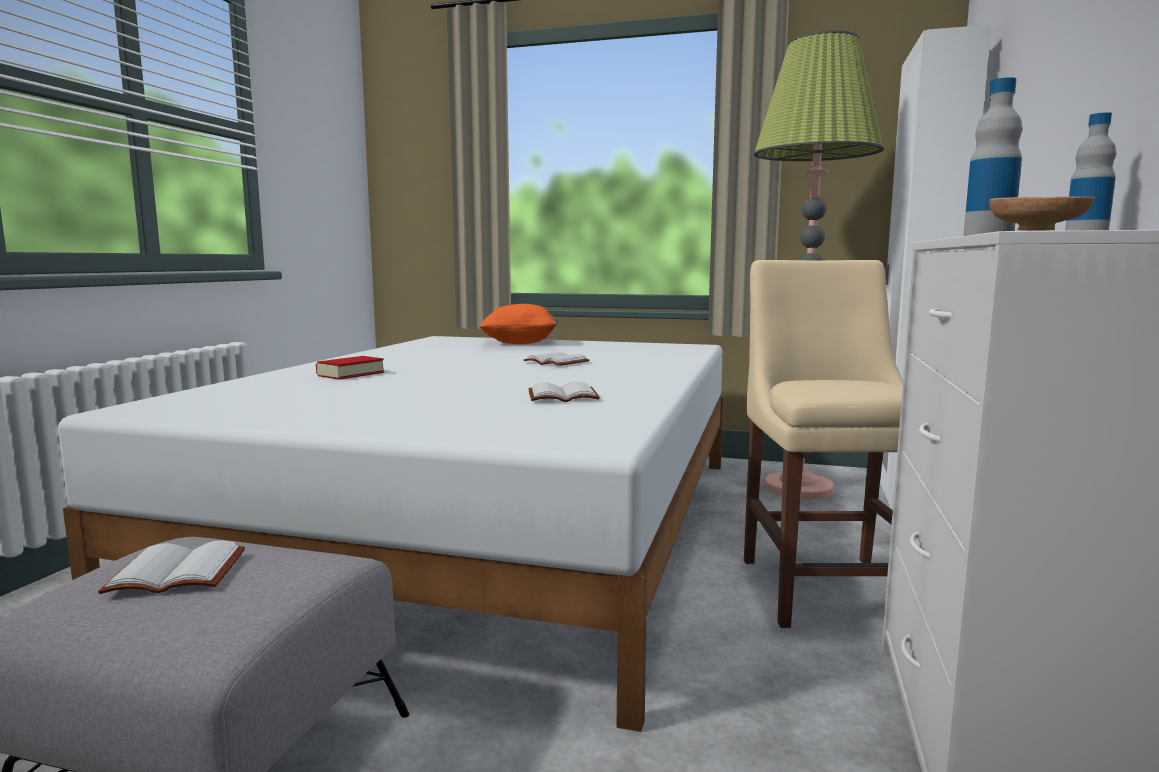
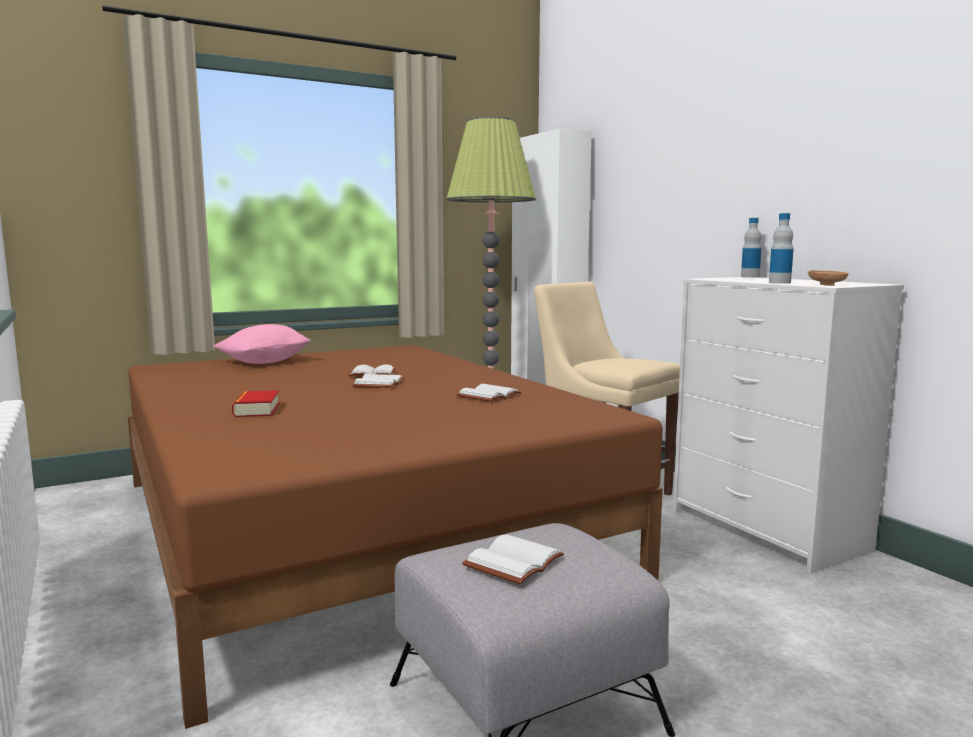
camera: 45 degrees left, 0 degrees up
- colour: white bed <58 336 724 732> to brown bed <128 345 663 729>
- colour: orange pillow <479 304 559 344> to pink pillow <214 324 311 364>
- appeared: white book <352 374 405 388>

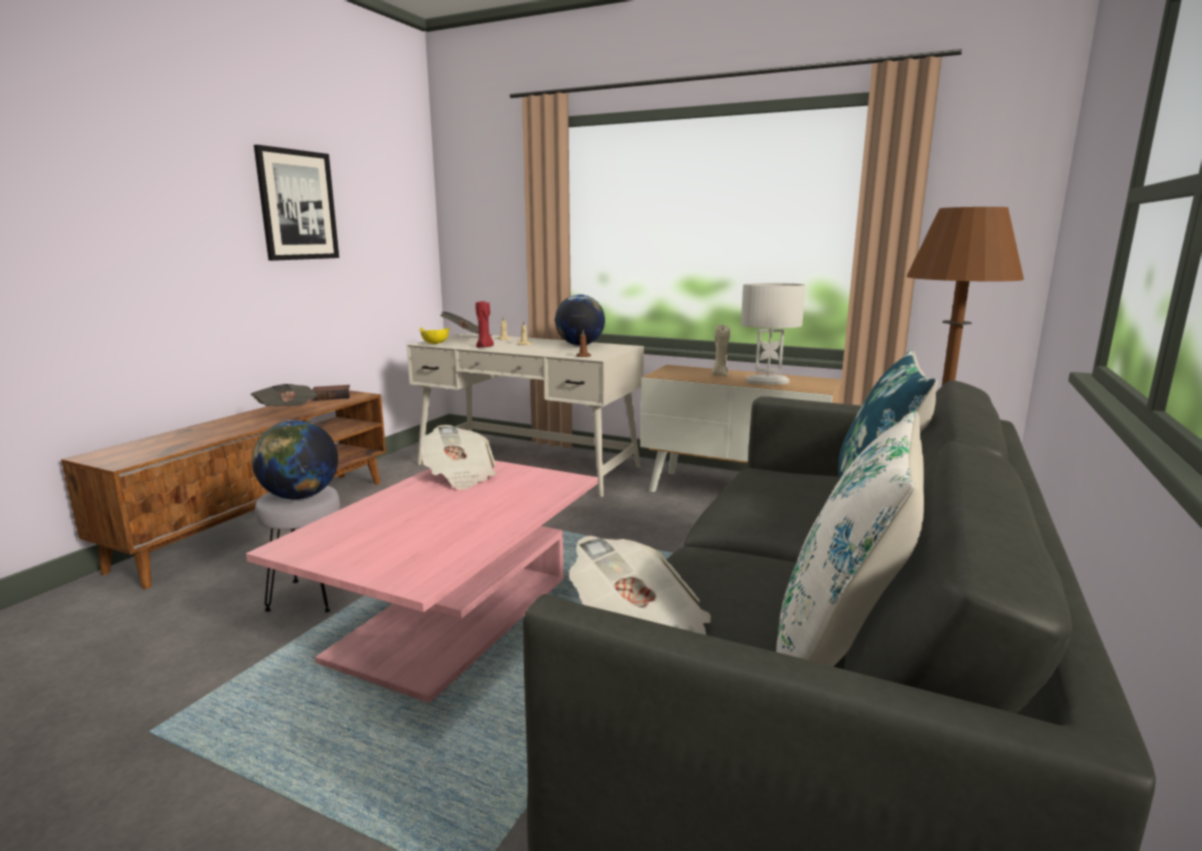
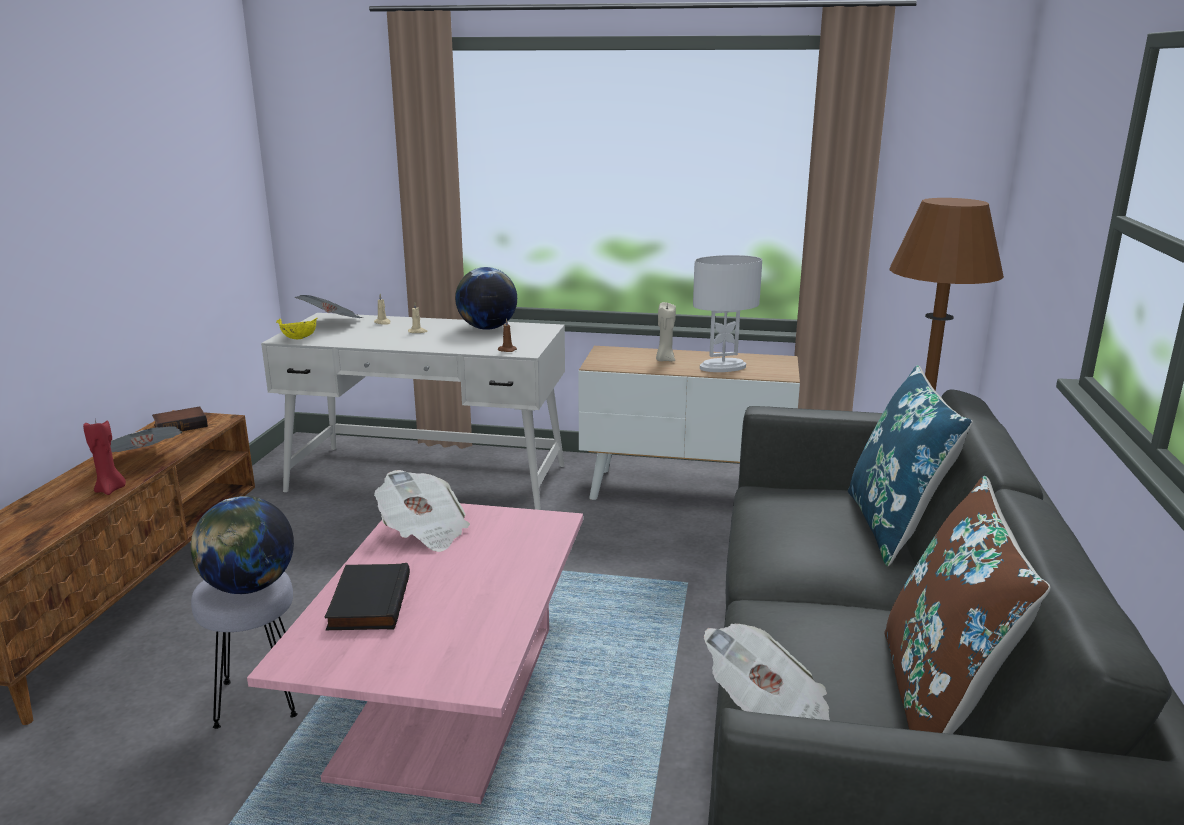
camera: 15 degrees left, 5 degrees up
- missing: picture <254 145 339 261>
- relocated: red candle <475 300 494 348> to <83 420 126 495>
- colour: white pillow <776 411 924 666> to brown pillow <885 476 1051 734>
- appeared: black book <325 563 410 630>

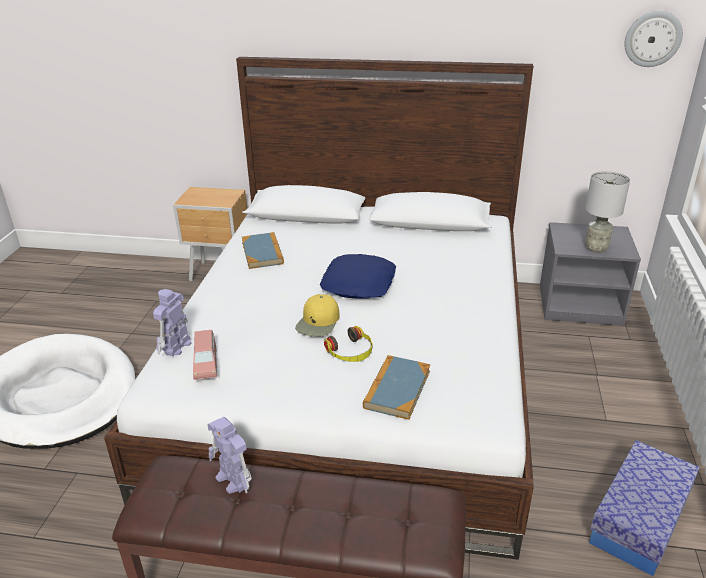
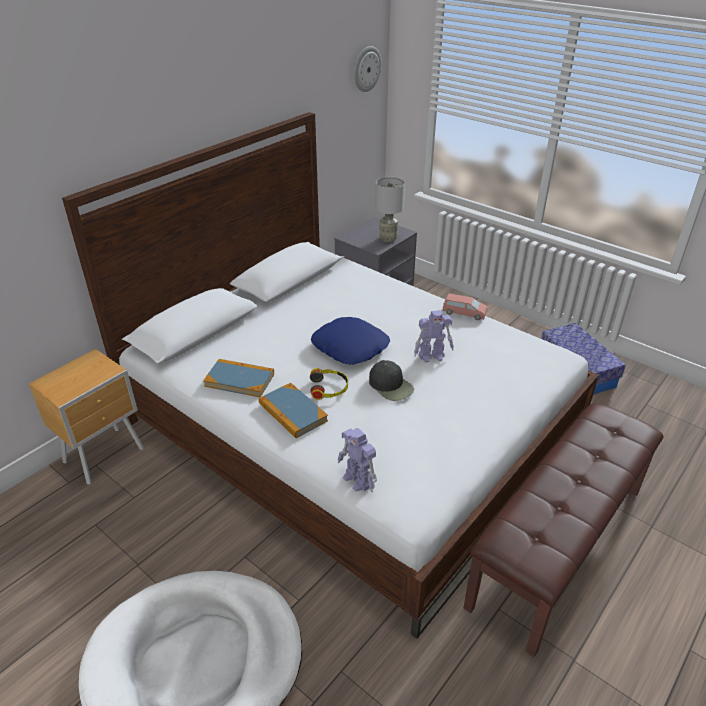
camera: 60 degrees left, 5 degrees up
- relocated: pink toy car <193 330 217 380> to <443 293 488 320>
- relocated: toy robot <207 417 252 494> to <414 310 454 362>
- colour: yellow cap <295 294 340 337> to black cap <369 360 414 401>
- relocated: headphones <324 326 373 362> to <310 368 348 400>
- relocated: book <363 355 430 420> to <259 383 328 438>

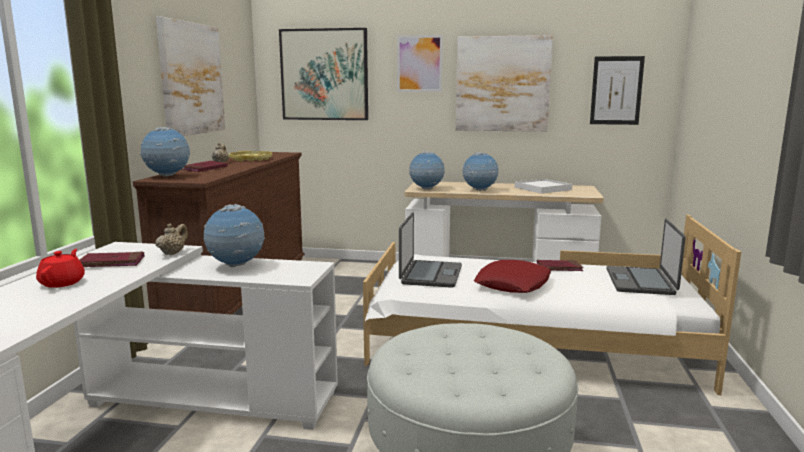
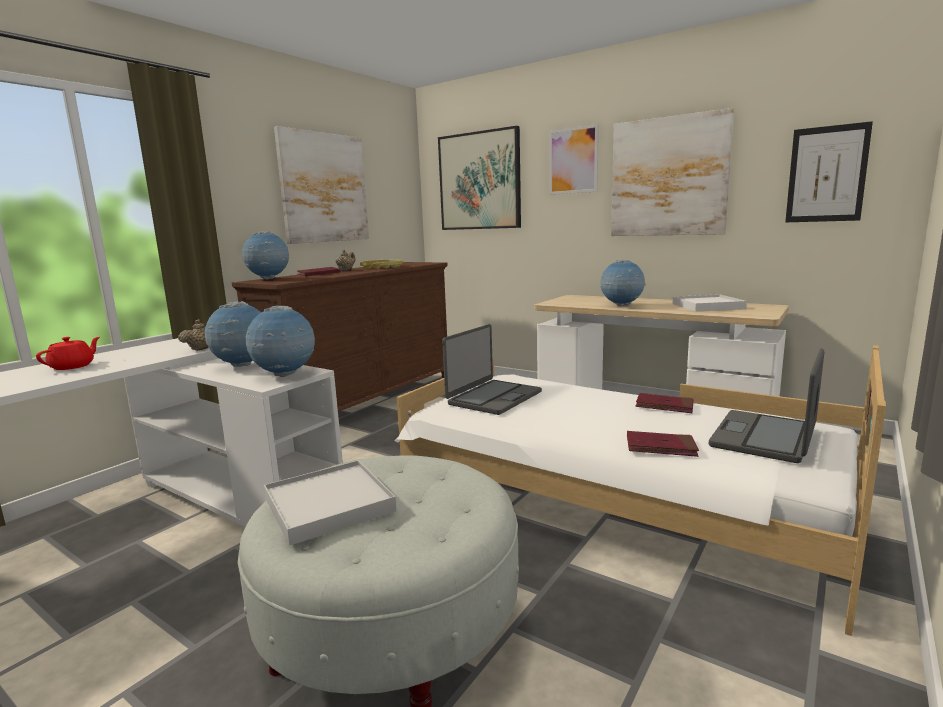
camera: 25 degrees right, 0 degrees up
- relocated: red book <80 251 144 267> to <627 431 699 457>
- relocated: globe <409 151 445 190> to <245 306 315 377>
- missing: red pillow <474 260 551 293>
- appeared: white tray <264 460 397 545>

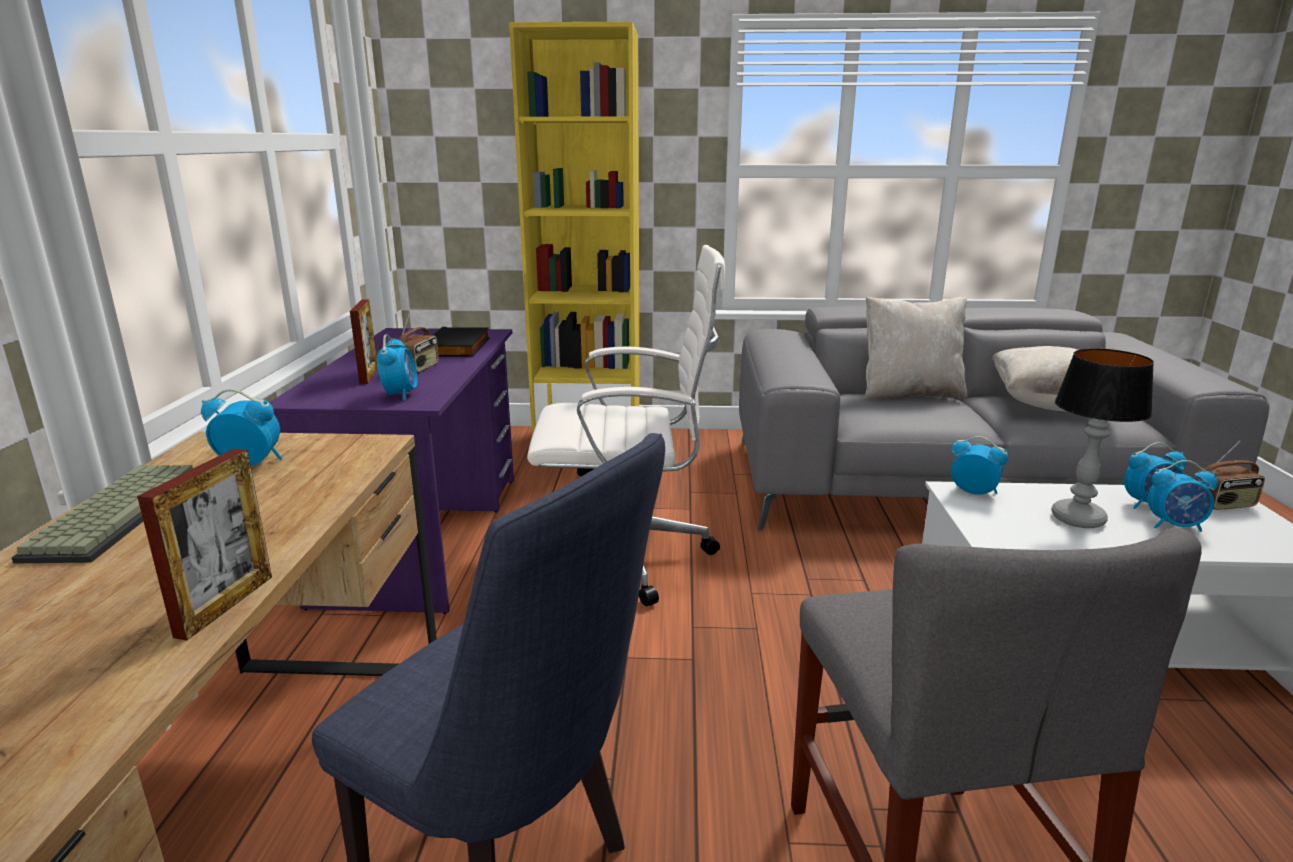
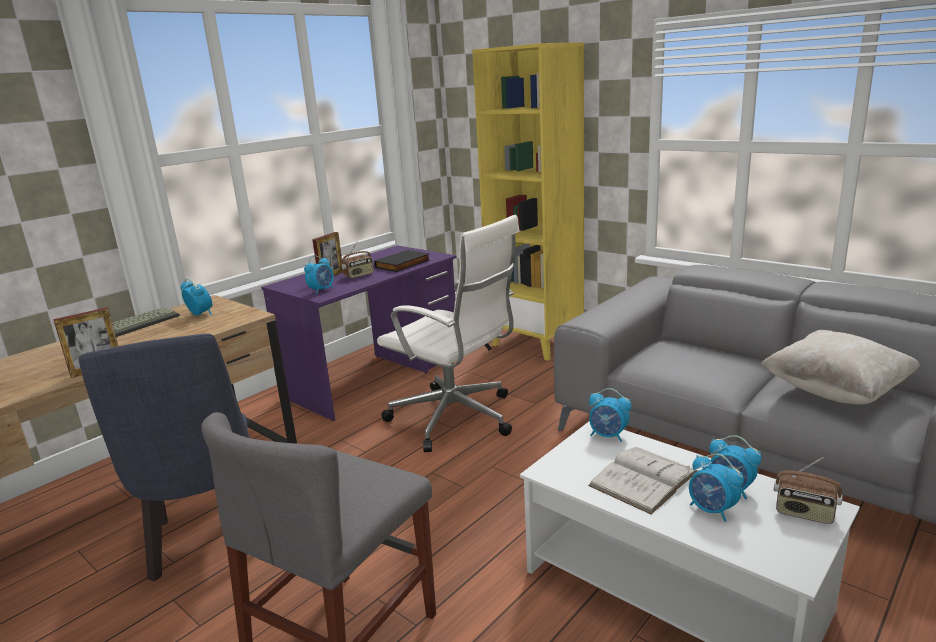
camera: 40 degrees right, 0 degrees up
- missing: beige pillow <863 297 968 400>
- spun: alarm clock <951 436 1008 495> = <589 388 631 442> 135 degrees clockwise
- exchanged: table lamp <1051 348 1154 528> to white book <588 447 698 515>

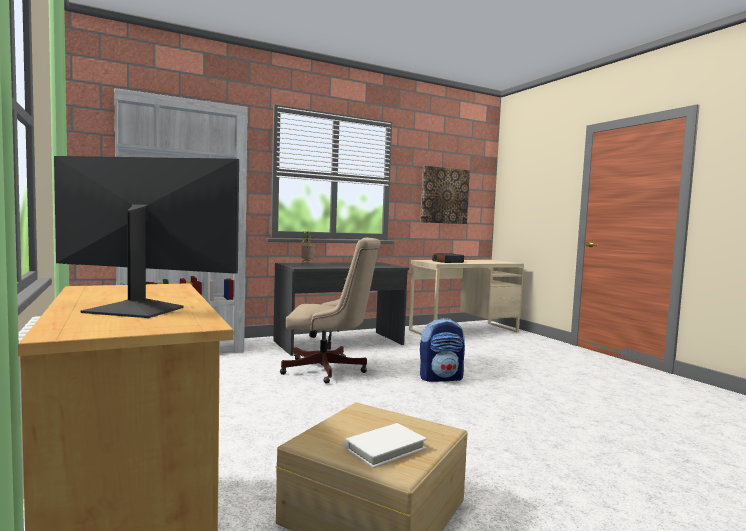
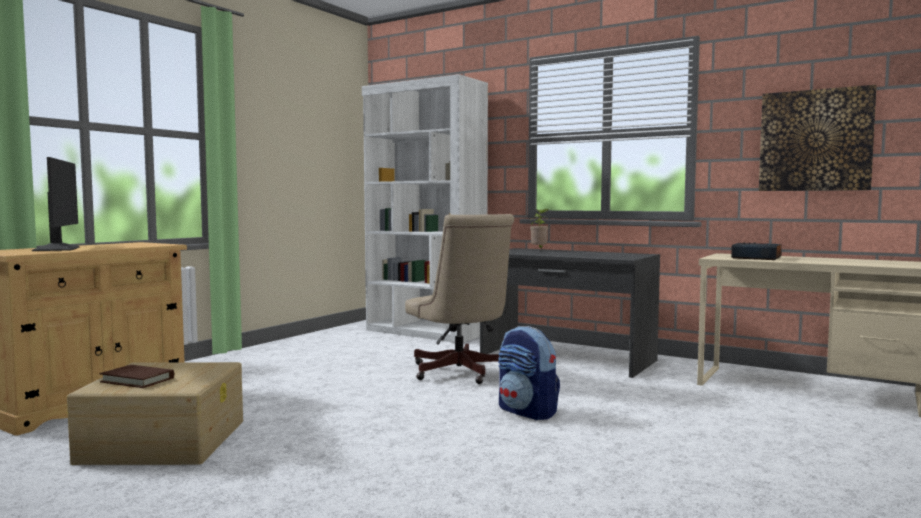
camera: 60 degrees right, 0 degrees up
- colour: white book <344 423 427 468> to brown book <100 365 174 388>

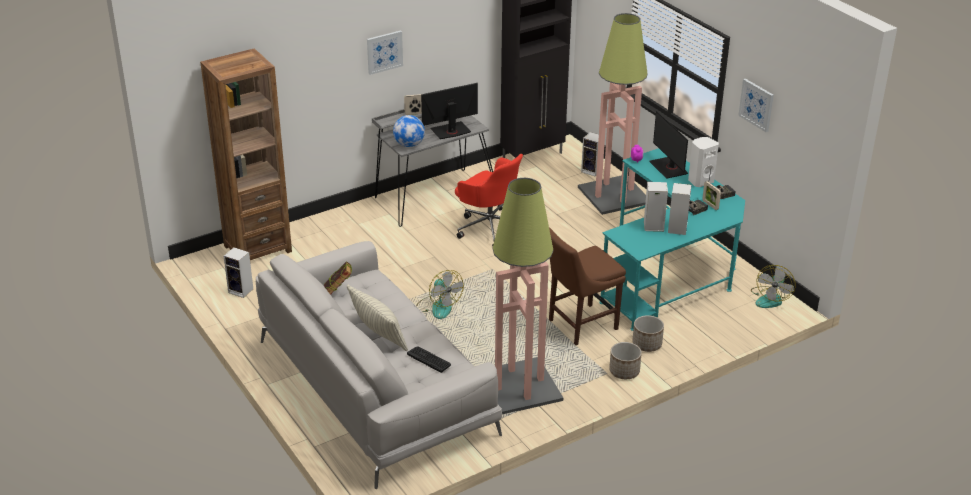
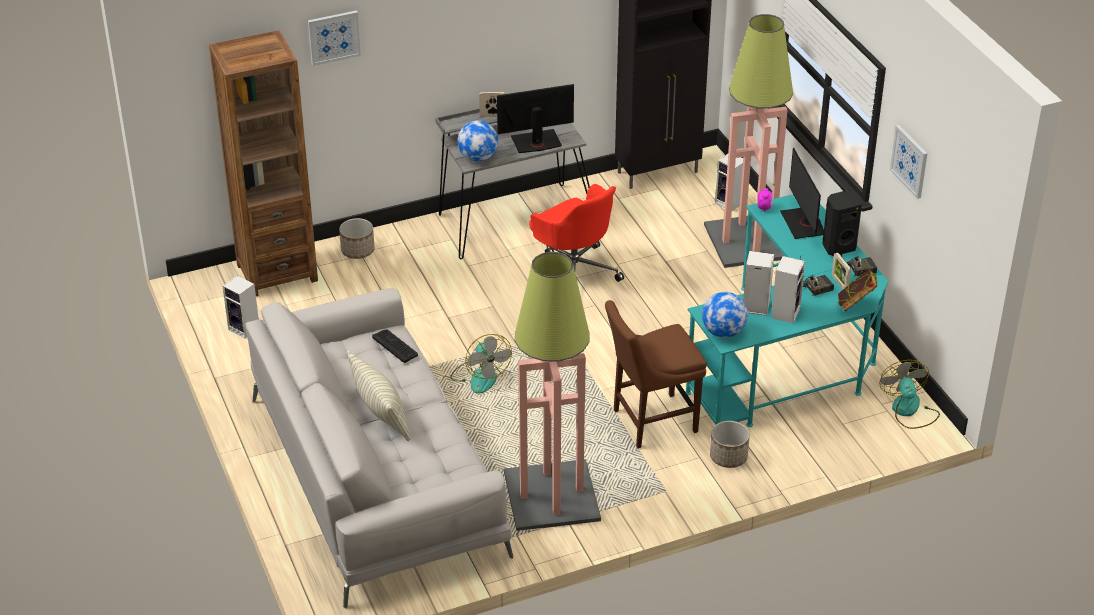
camera: 10 degrees right, 5 degrees up
- relocated: book <324 261 352 295> to <838 269 877 311>
- relocated: picture <367 30 403 75> to <308 10 361 66>
- relocated: keyboard <407 346 451 373> to <372 330 418 363>
- relocated: planter <609 342 642 379> to <339 218 375 259>
- colour: white speaker <688 137 719 187> to black speaker <822 191 862 256>
- spun: fan <751 265 796 308> = <879 360 940 429> 135 degrees clockwise
- appeared: globe <702 292 748 338>

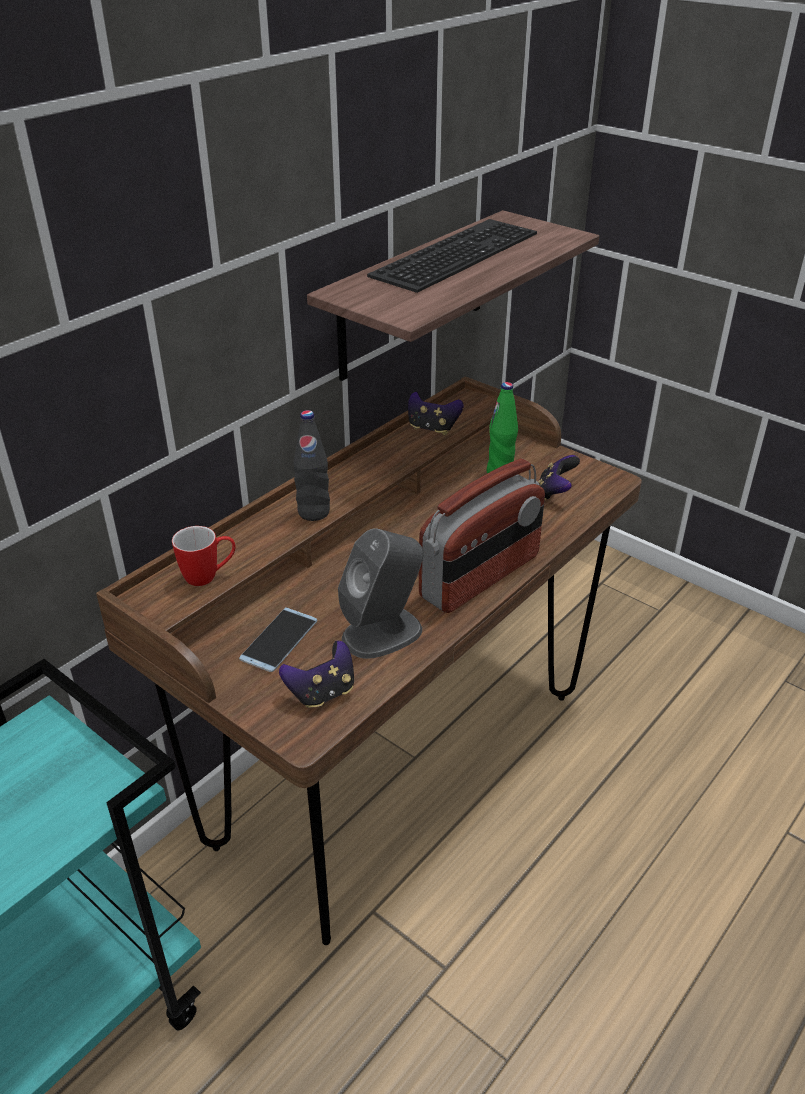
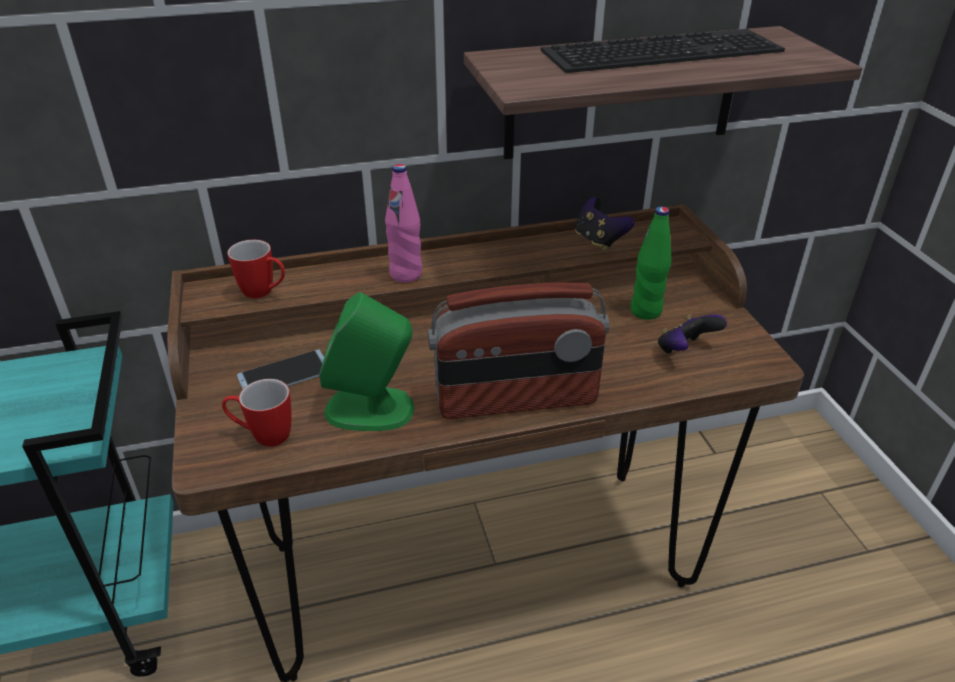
camera: 35 degrees right, 0 degrees up
- exchanged: game controller <279 640 354 708> to mug <222 379 292 447>
- colour: black bottle <294 410 330 521> to pink bottle <385 164 422 283>
- colour: grey speaker <338 528 424 659> to green speaker <319 292 414 431>

